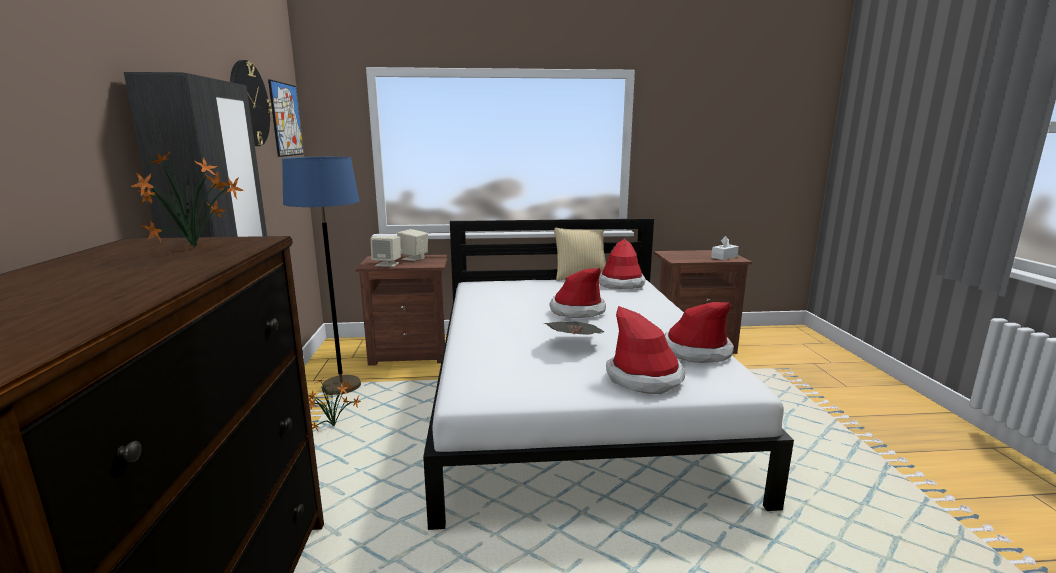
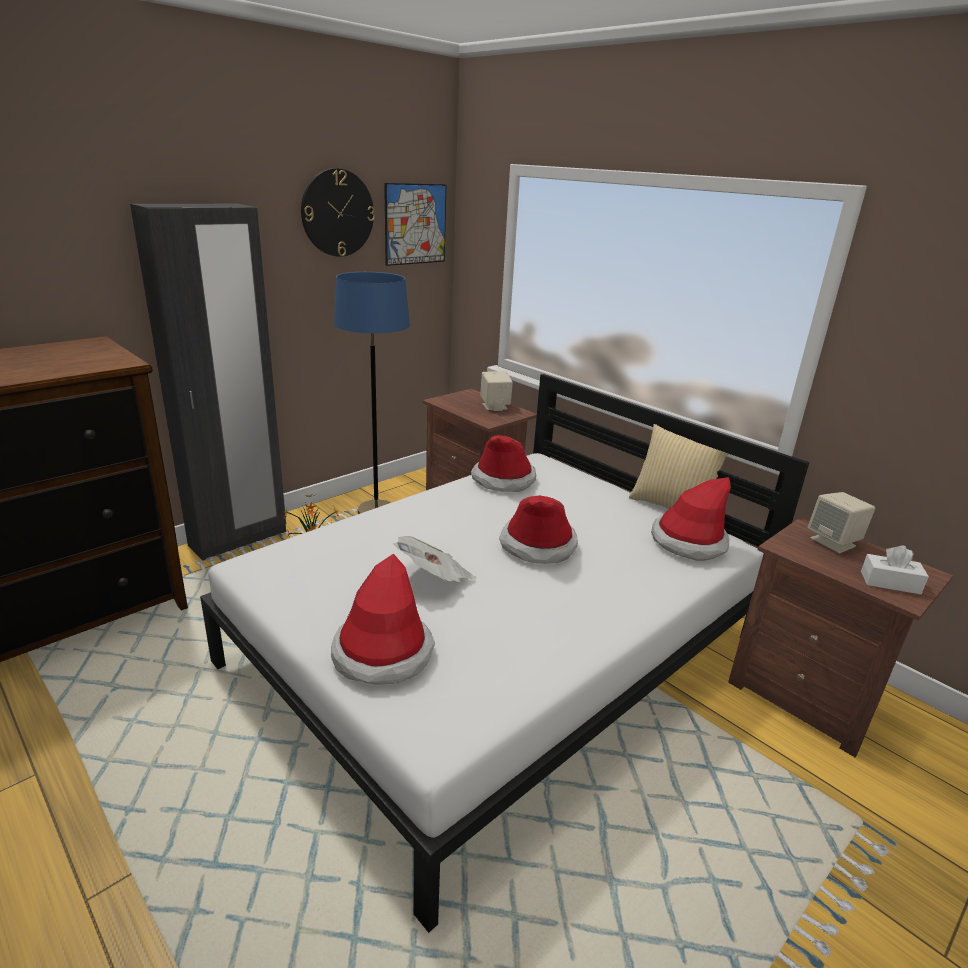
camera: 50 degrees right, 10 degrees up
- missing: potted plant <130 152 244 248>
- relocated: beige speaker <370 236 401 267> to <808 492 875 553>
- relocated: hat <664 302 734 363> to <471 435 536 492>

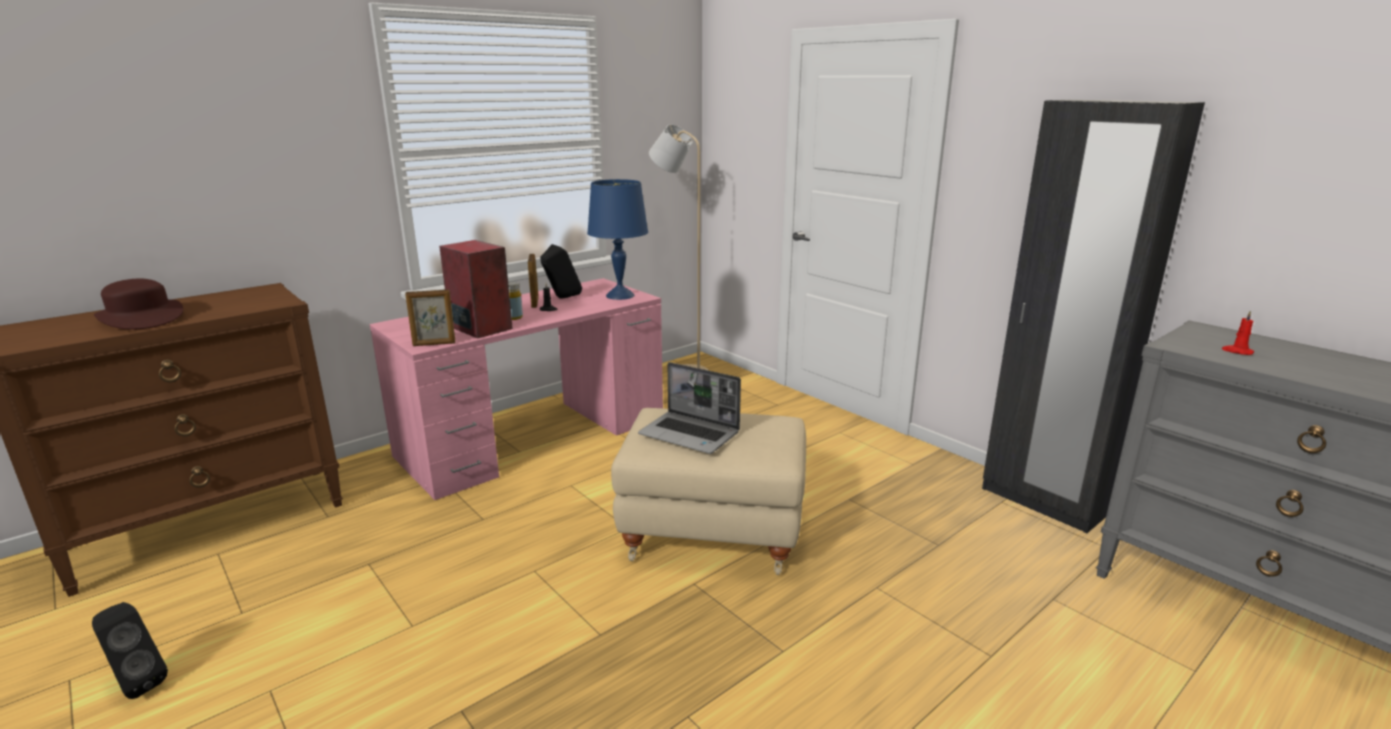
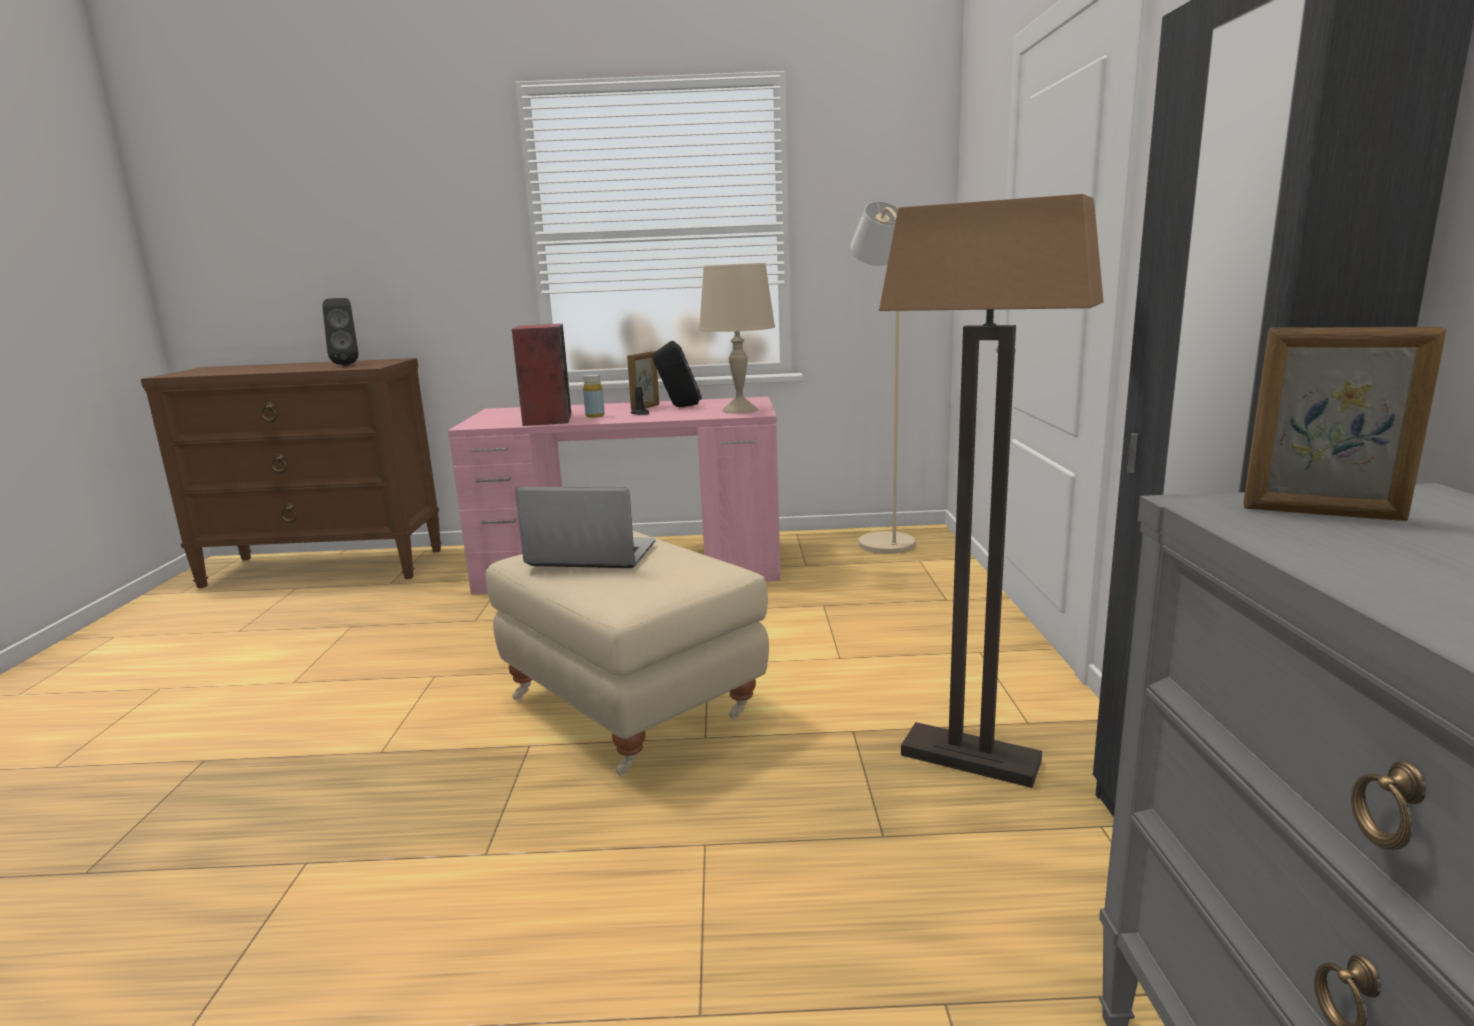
camera: 40 degrees right, 5 degrees down
- relocated: black speaker <92 602 168 699> to <323 298 358 365>
- missing: brown hat <94 279 183 329>
- relocated: picture frame <405 290 455 346> to <1243 326 1446 521>
- colour: blue table lamp <587 179 648 300> to beige table lamp <699 263 775 414>
- spun: laptop <638 362 741 454> = <515 487 656 568> 120 degrees clockwise
- missing: red candle <1222 311 1254 355>
- appeared: floor lamp <879 194 1104 788>

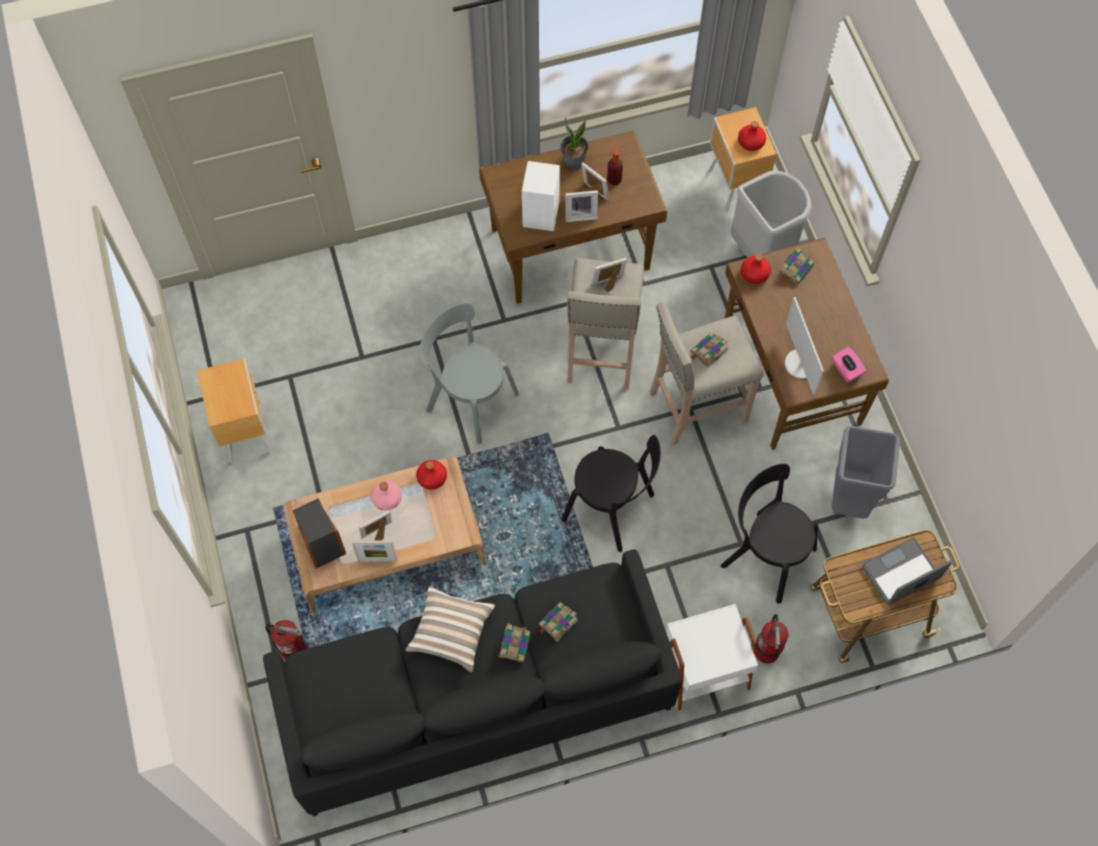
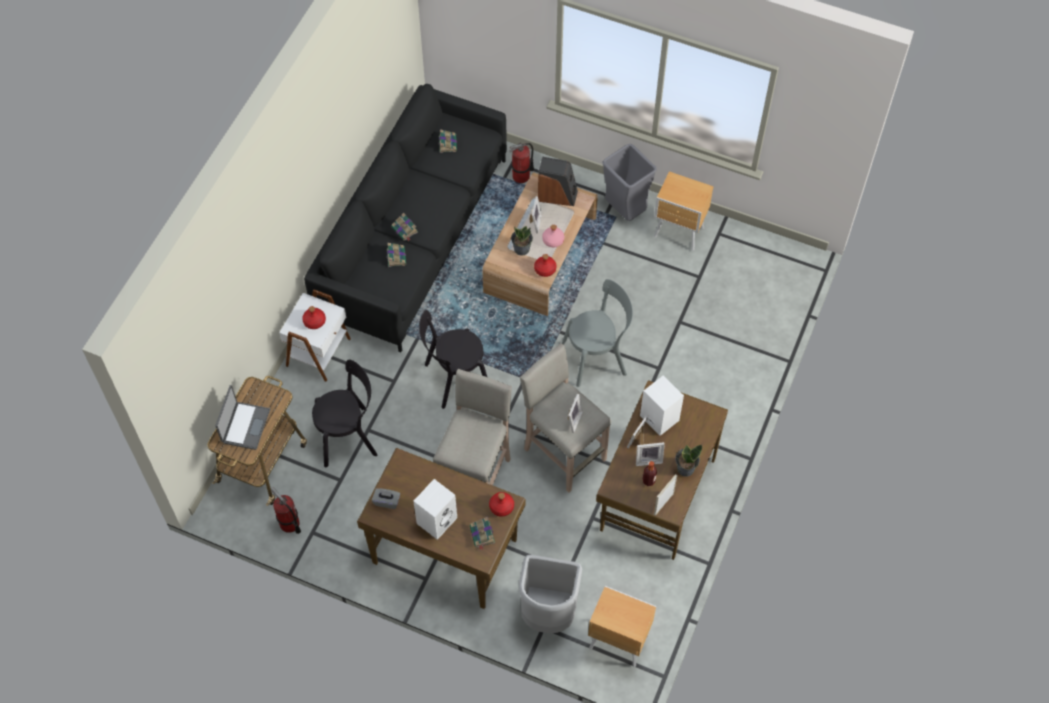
camera: 130 degrees right, 5 degrees down
- relocated: picture frame <352 540 397 562> to <654 474 677 516>
- missing: pillow <406 586 495 672>
- relocated: book <690 332 728 368> to <439 129 457 153>
- relocated: red bottle <738 121 766 151> to <302 306 326 329>
- relocated: fire extinguisher <755 614 788 663> to <271 487 301 534>
- missing: monitor <785 297 824 395>
- colour: pink tissue box <832 347 866 382> to grey tissue box <372 488 400 509>
- relocated: grey trash can <832 426 900 519> to <602 144 657 221>
- appeared: white speaker <413 479 457 540>
- appeared: potted plant <511 226 533 256>

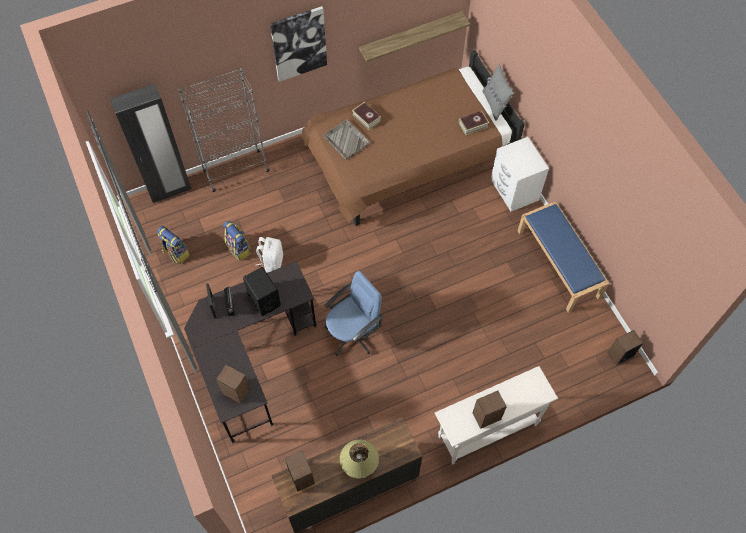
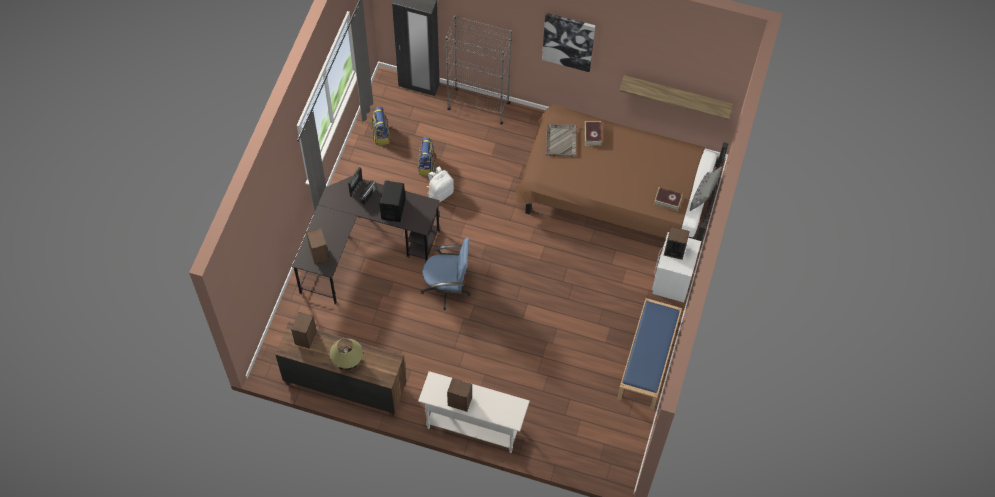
camera: 40 degrees right, 0 degrees up
- relocated: speaker <608 330 643 366> to <664 227 690 260>

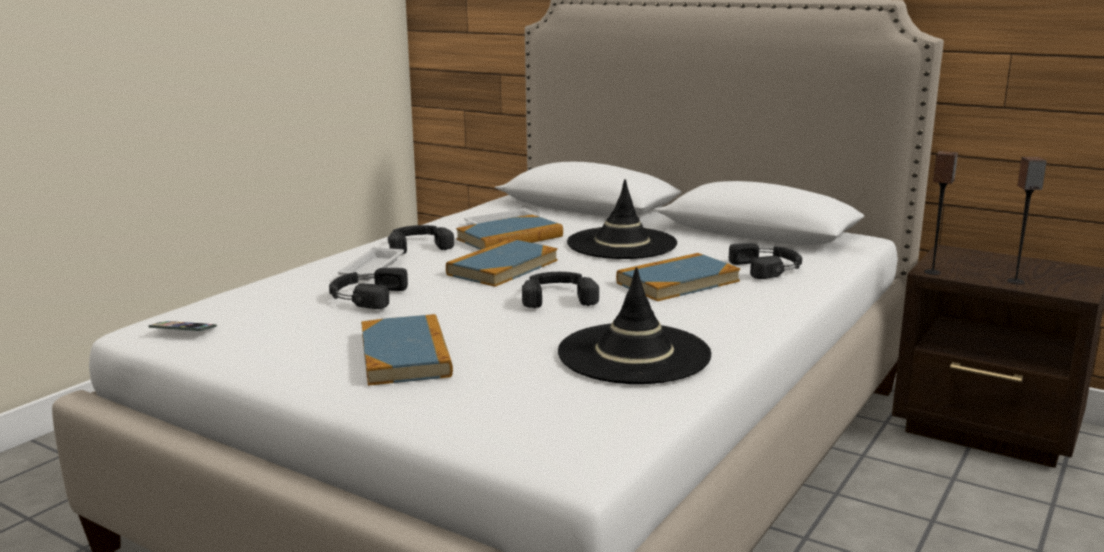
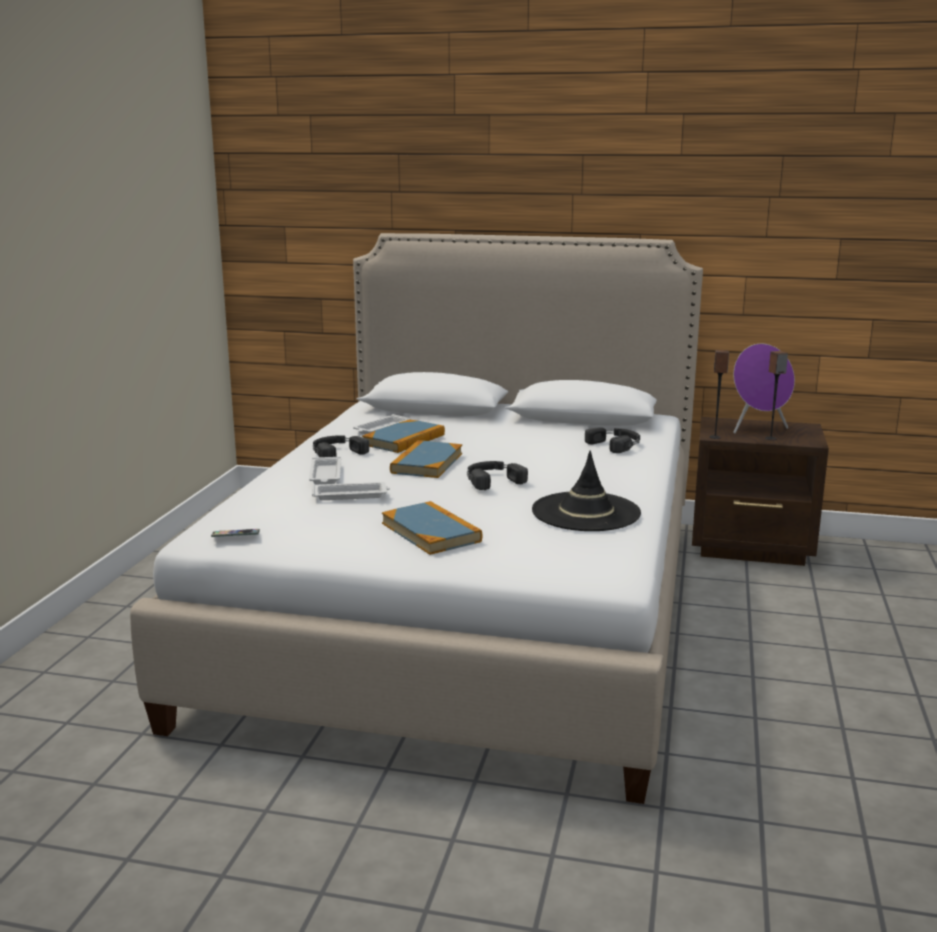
camera: 20 degrees left, 0 degrees up
- exchanged: black headphones <329 268 408 309> to white tray <312 482 390 500>
- missing: black hat <567 179 677 259>
- missing: book <616 253 740 301>
- appeared: purple speaker <733 344 795 434>

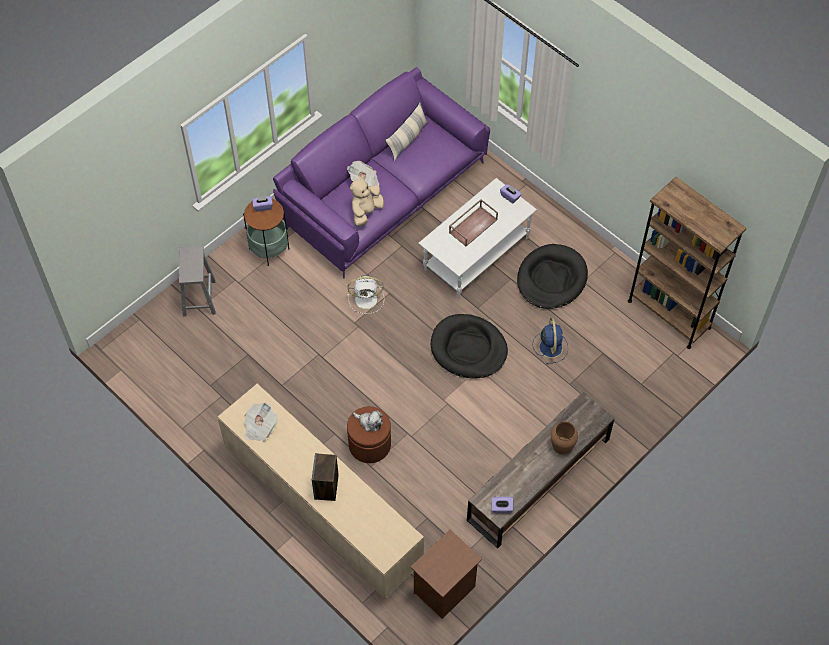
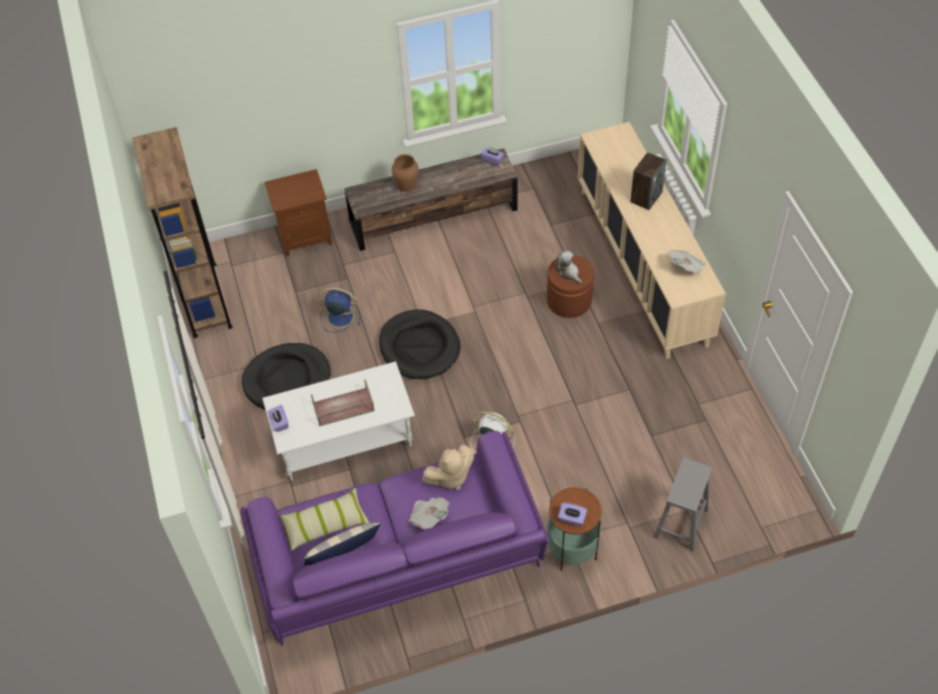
camera: 150 degrees left, 5 degrees down
- relocated: brown nightstand <410 530 482 619> to <264 169 332 256>
- spun: blue fan <532 318 568 364> = <318 288 360 333> 75 degrees clockwise
- appeared: pillow <279 488 369 551>

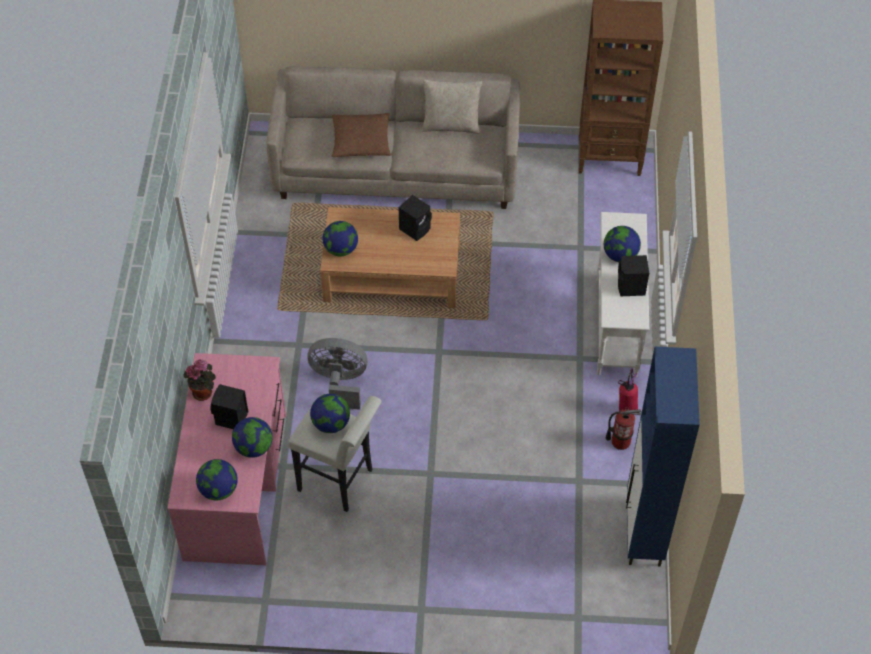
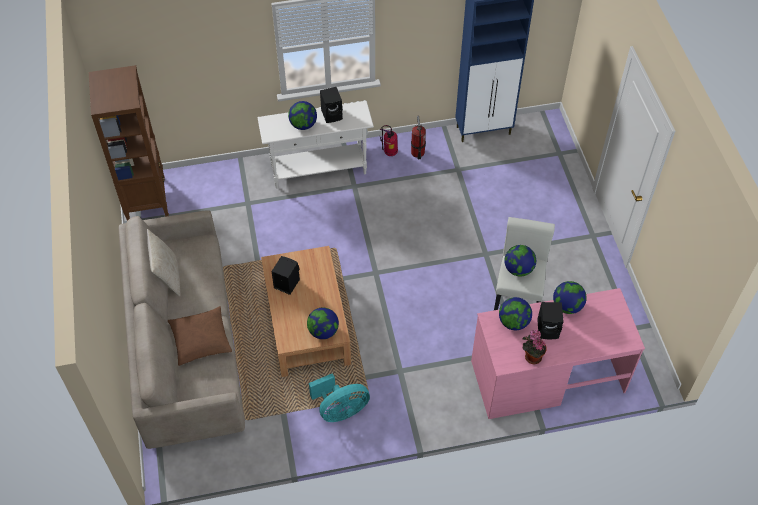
camera: 105 degrees left, 0 degrees up
- relocated: globe <196 459 238 500> to <499 297 532 330>
- missing: grey fan <307 338 367 410>
- appeared: turquoise fan <309 373 370 422>

